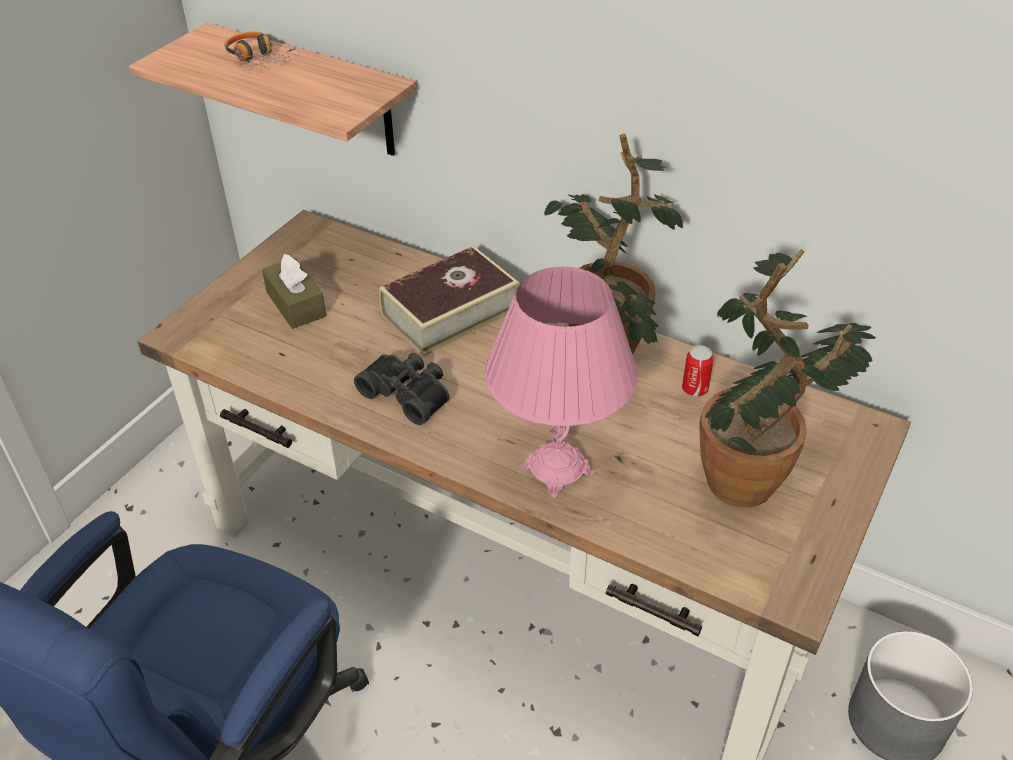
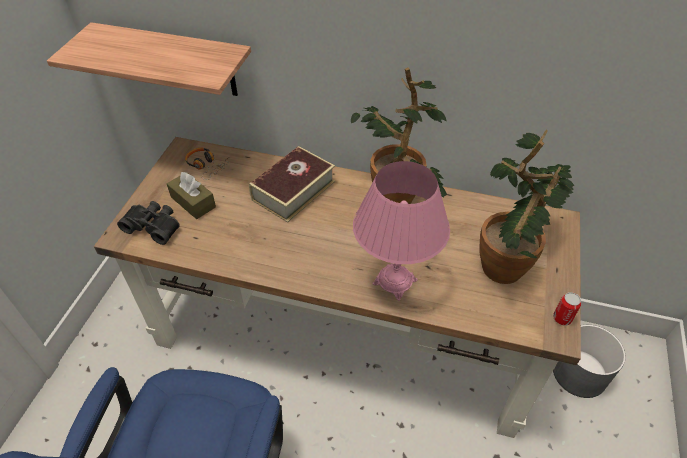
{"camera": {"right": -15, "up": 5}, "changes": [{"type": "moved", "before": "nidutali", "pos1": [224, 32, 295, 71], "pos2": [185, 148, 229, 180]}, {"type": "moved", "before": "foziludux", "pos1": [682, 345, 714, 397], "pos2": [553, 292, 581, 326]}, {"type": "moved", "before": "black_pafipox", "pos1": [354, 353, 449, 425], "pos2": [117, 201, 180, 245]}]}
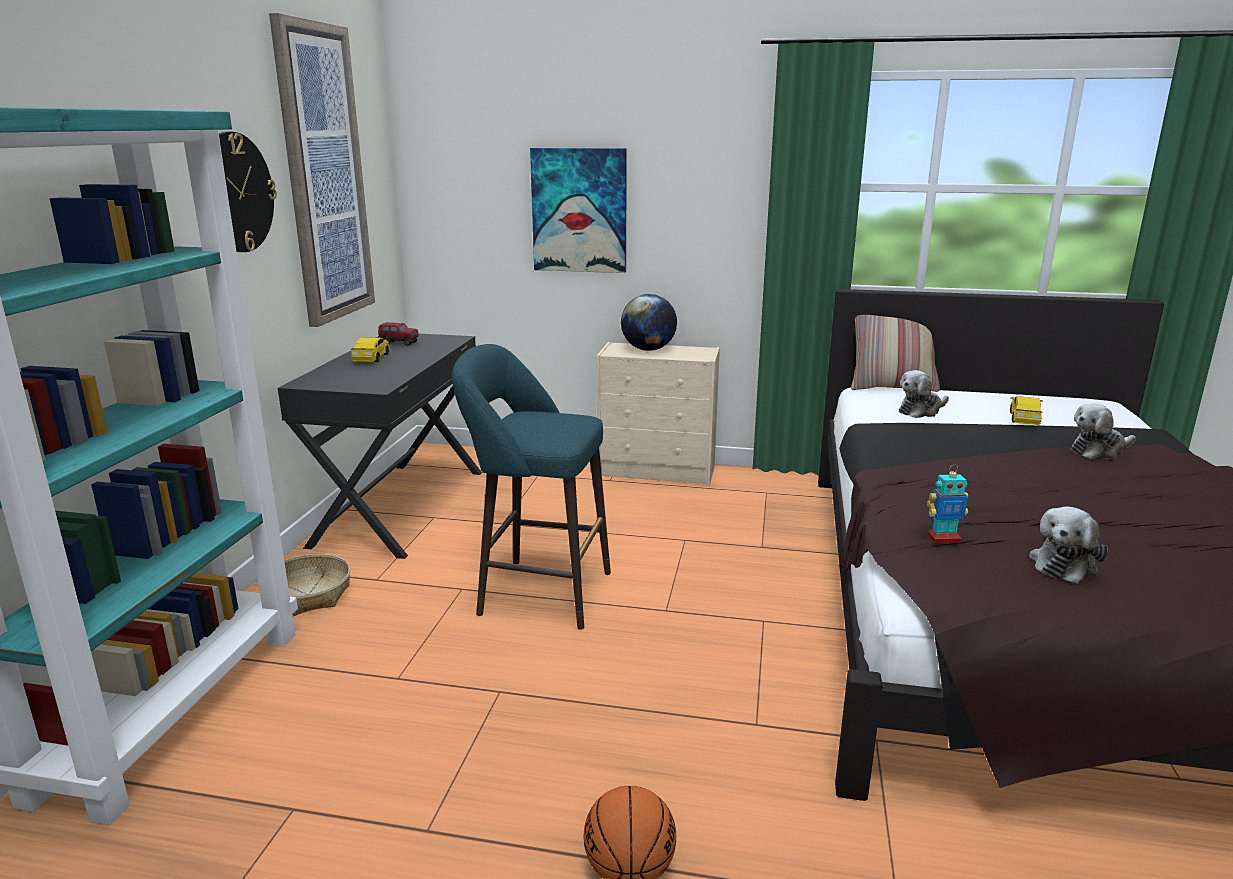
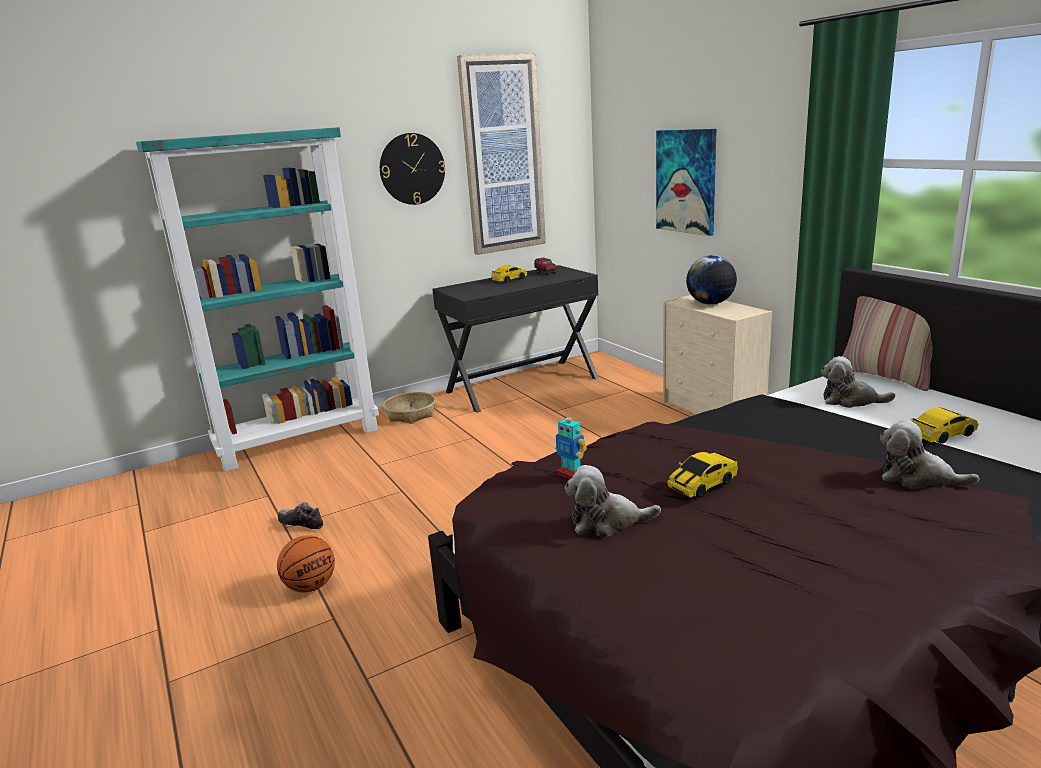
{"camera": {"right": 50, "up": 0}, "changes": [{"type": "removed", "before": "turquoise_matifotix", "pos1": [452, 344, 611, 630]}, {"type": "added", "after": "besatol", "pos2": [667, 451, 738, 498]}, {"type": "added", "after": "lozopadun", "pos2": [278, 502, 323, 529]}]}
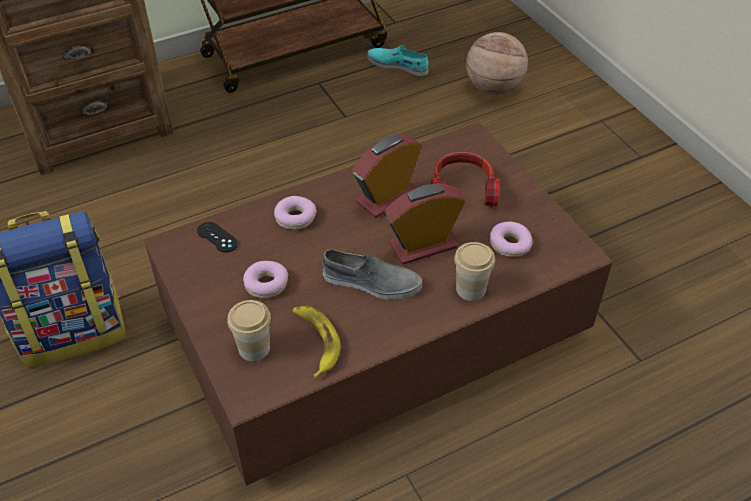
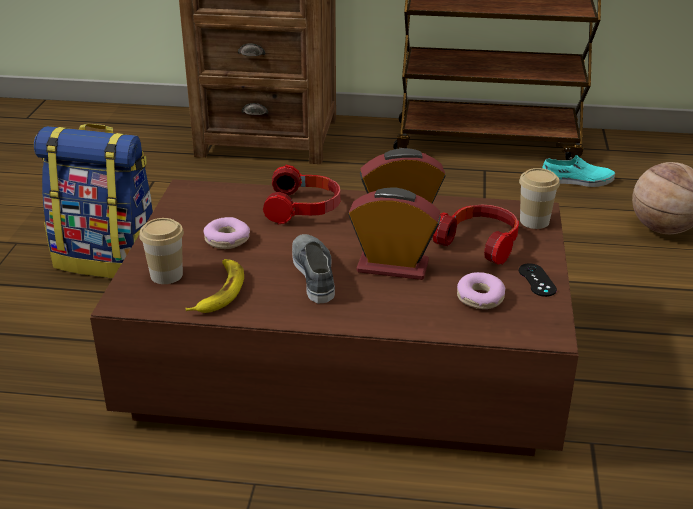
{"camera": {"right": 35, "up": -15}, "changes": [{"type": "turned", "before": "turquoise_lozopadun", "pos1": [367, 45, 429, 76], "pos2": [543, 155, 615, 187], "turn": 120}, {"type": "replaced", "before": "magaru", "after": "nidutali", "pos1": [274, 196, 317, 230], "pos2": [263, 164, 340, 224]}, {"type": "moved", "before": "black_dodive", "pos1": [197, 222, 238, 252], "pos2": [519, 263, 557, 297]}, {"type": "moved", "before": "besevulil", "pos1": [454, 242, 495, 301], "pos2": [519, 168, 560, 229]}, {"type": "turned", "before": "grey_lozopadun", "pos1": [322, 250, 422, 300], "pos2": [292, 234, 335, 303], "turn": -150}]}
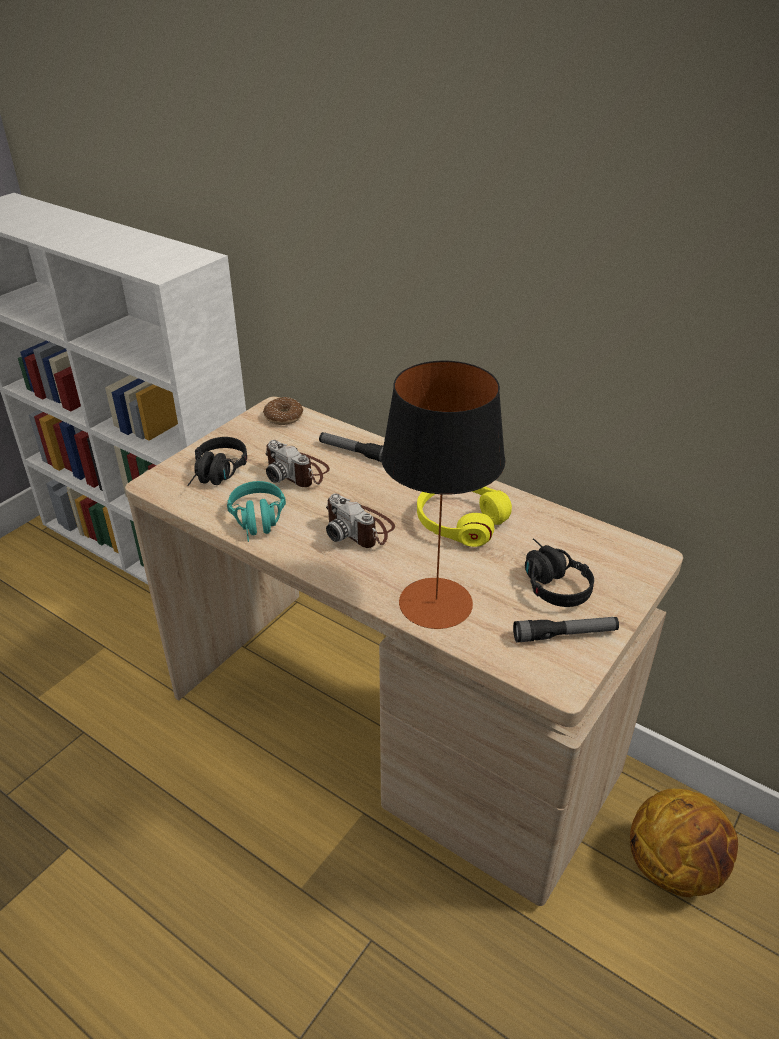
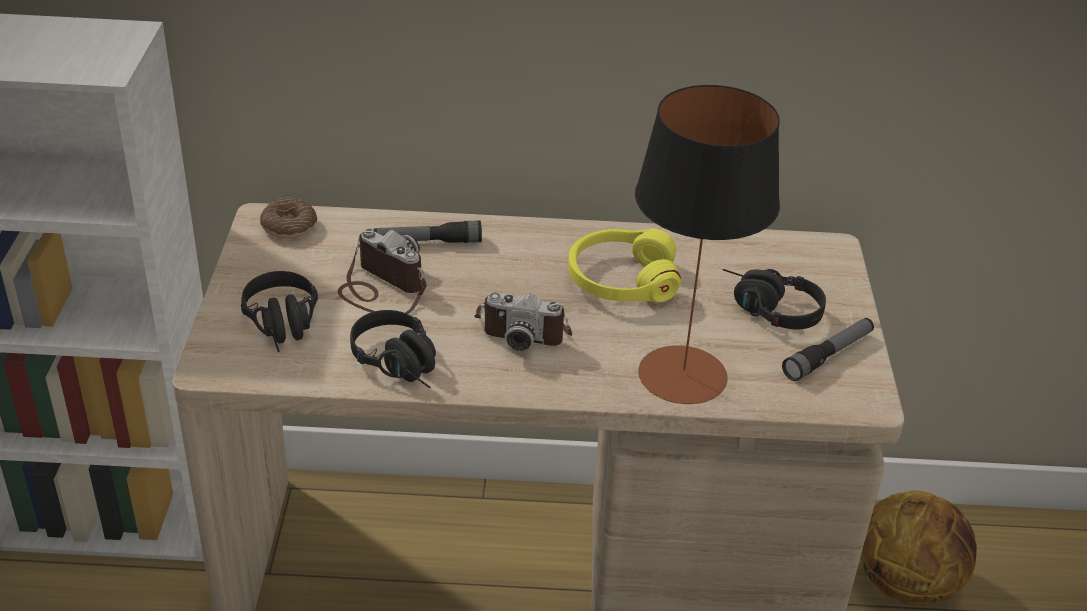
{"camera": {"right": -35, "up": 0}, "changes": [{"type": "turned", "before": "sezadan", "pos1": [265, 440, 330, 487], "pos2": [337, 229, 427, 314], "turn": -150}, {"type": "recoloured", "before": "turquoise_nidutali", "after": "black_nidutali", "pos1": [227, 481, 286, 542], "pos2": [350, 310, 436, 388]}]}
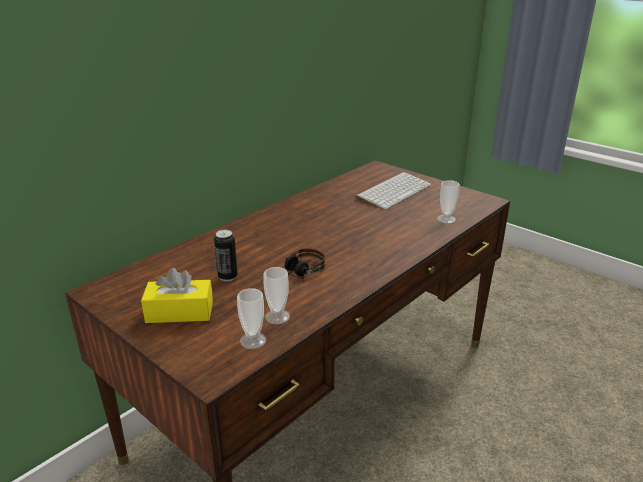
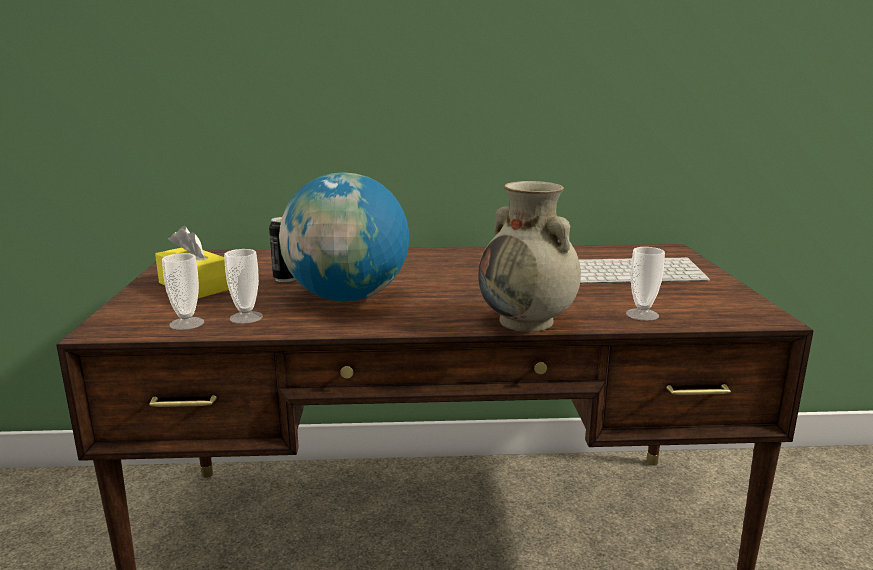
{"camera": {"right": 45, "up": -10}, "changes": [{"type": "replaced", "before": "nidutali", "after": "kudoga", "pos1": [285, 248, 325, 278], "pos2": [279, 172, 409, 302]}, {"type": "added", "after": "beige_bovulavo", "pos2": [478, 181, 581, 332]}]}
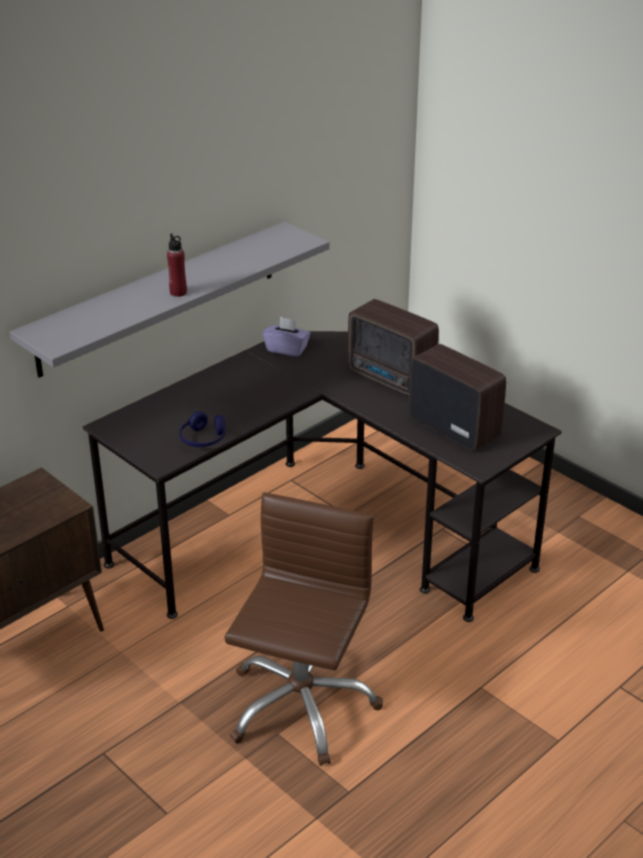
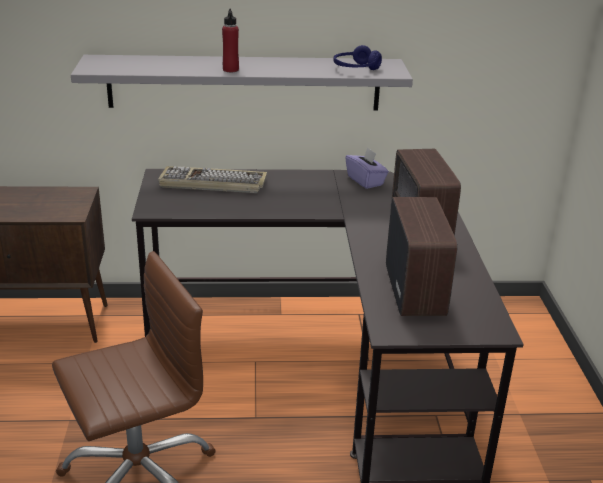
{"camera": {"right": 40, "up": -5}, "changes": [{"type": "moved", "before": "blue_nidutali", "pos1": [179, 411, 226, 447], "pos2": [333, 45, 382, 70]}, {"type": "added", "after": "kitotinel", "pos2": [158, 166, 267, 193]}]}
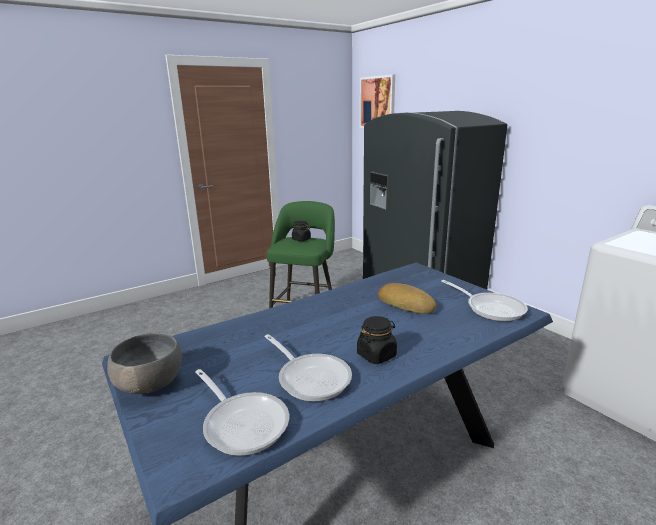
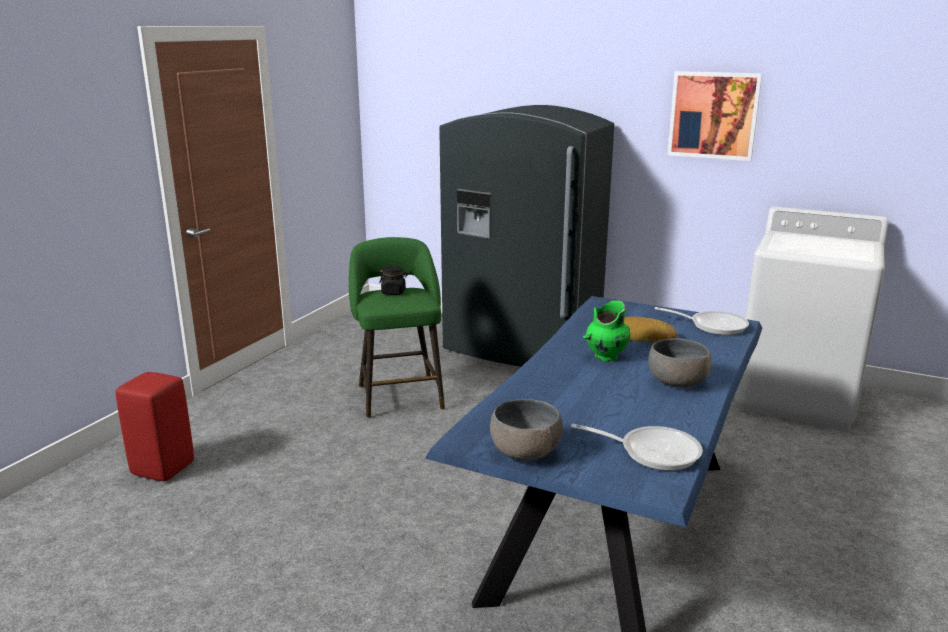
{"camera": {"right": -30, "up": 0}, "changes": [{"type": "moved", "before": "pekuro", "pos1": [359, 74, 395, 128], "pos2": [667, 71, 763, 161]}, {"type": "replaced", "before": "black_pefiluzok", "after": "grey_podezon", "pos1": [357, 316, 397, 364], "pos2": [648, 338, 712, 388]}, {"type": "removed", "before": "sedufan", "pos1": [264, 334, 352, 402]}, {"type": "added", "after": "green_bovulavo", "pos2": [583, 300, 630, 361]}, {"type": "added", "after": "red_matifotix", "pos2": [116, 372, 194, 481]}]}
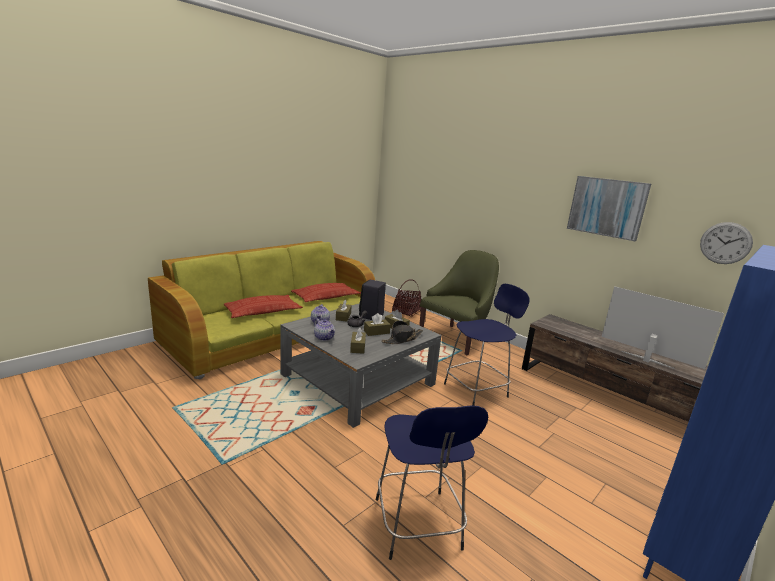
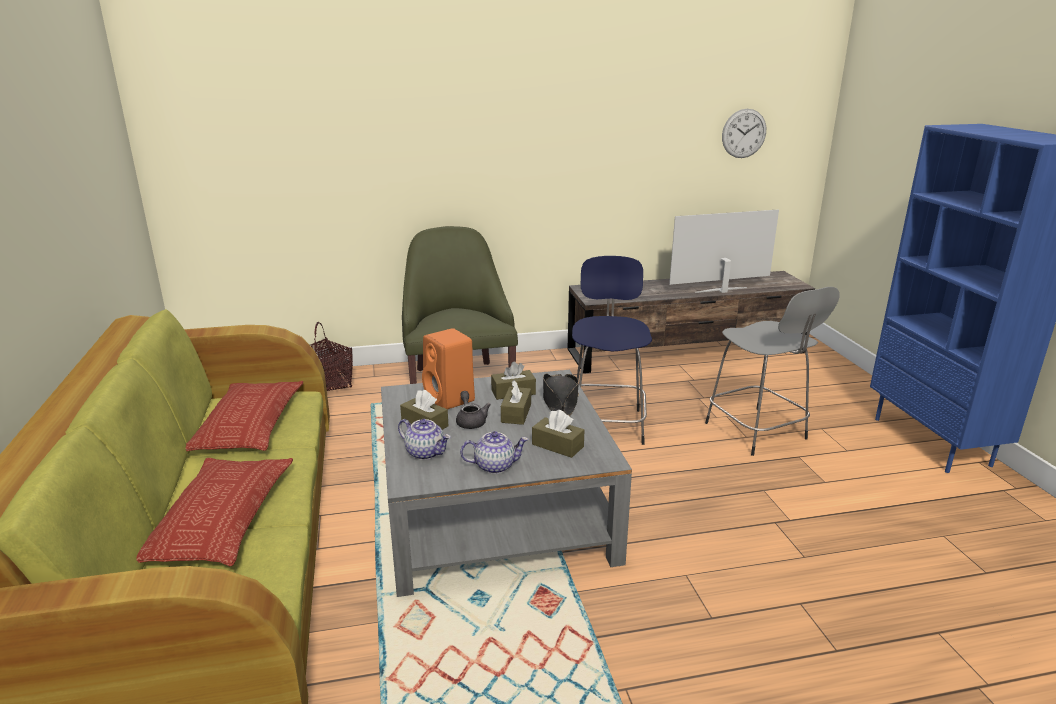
{"camera": {"right": -55, "up": 5}, "changes": [{"type": "removed", "before": "pekuro", "pos1": [567, 176, 651, 241]}, {"type": "recoloured", "before": "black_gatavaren", "after": "orange_gatavaren", "pos1": [359, 280, 386, 320], "pos2": [422, 328, 475, 409]}, {"type": "removed", "before": "blue_matifotix", "pos1": [376, 406, 488, 560]}, {"type": "added", "after": "grey_matifotix", "pos2": [705, 287, 840, 456]}]}
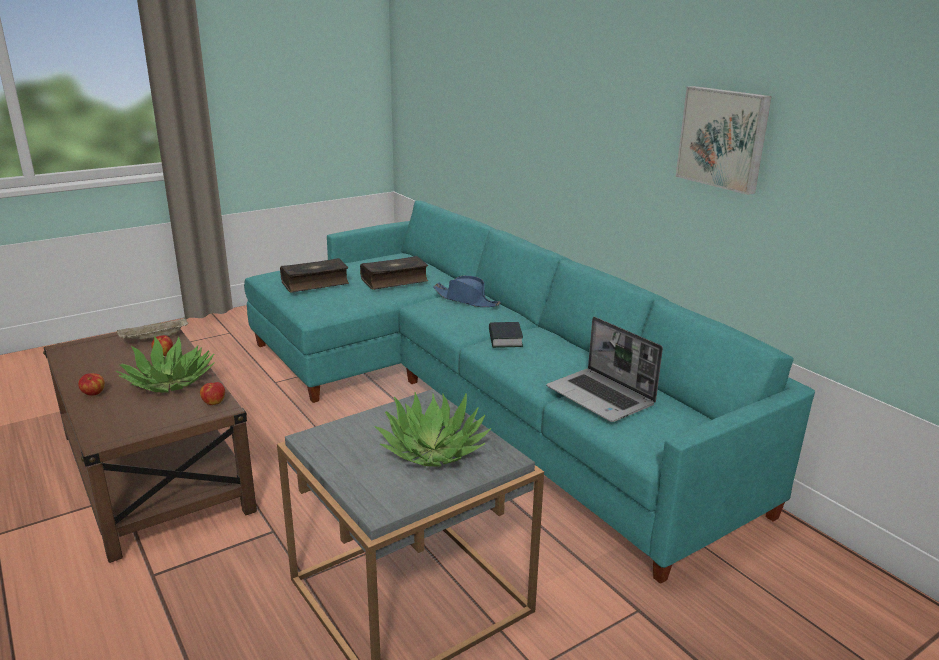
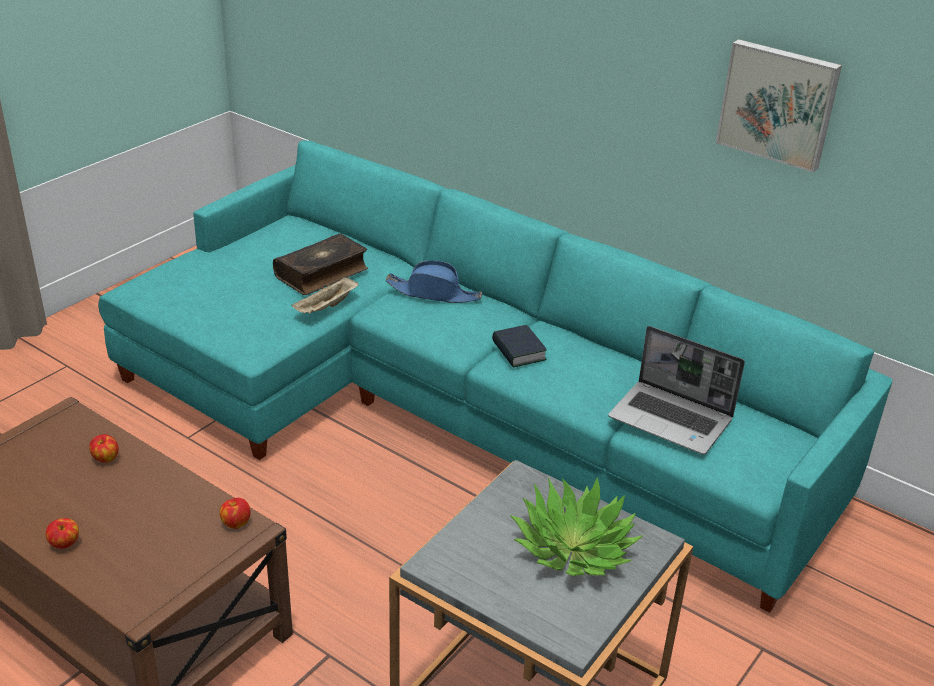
{"camera": {"right": -20, "up": 10}, "changes": [{"type": "removed", "before": "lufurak", "pos1": [280, 258, 349, 293]}, {"type": "moved", "before": "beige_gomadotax", "pos1": [117, 317, 188, 339], "pos2": [292, 276, 359, 314]}, {"type": "removed", "before": "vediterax", "pos1": [116, 336, 215, 393]}]}
